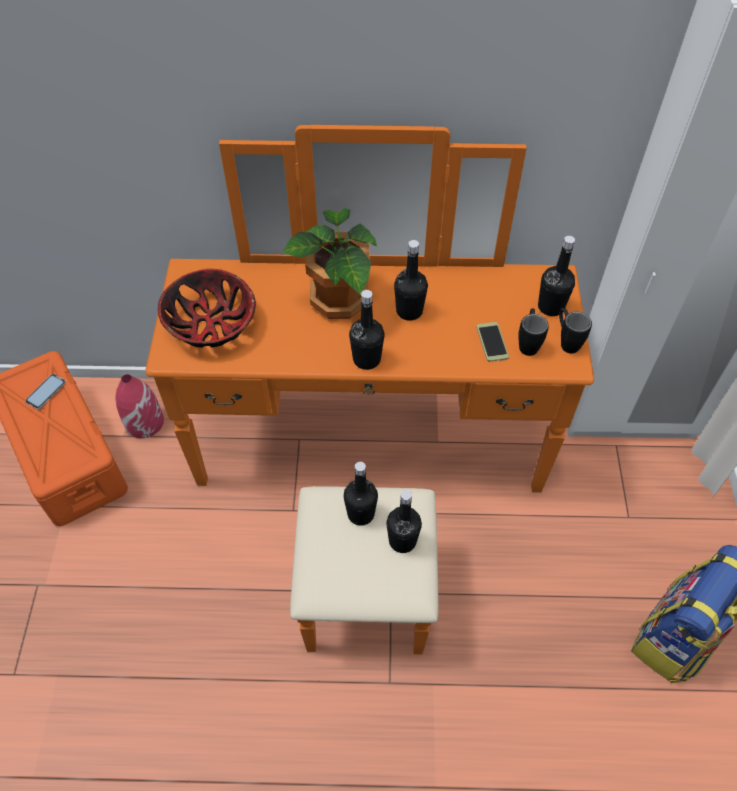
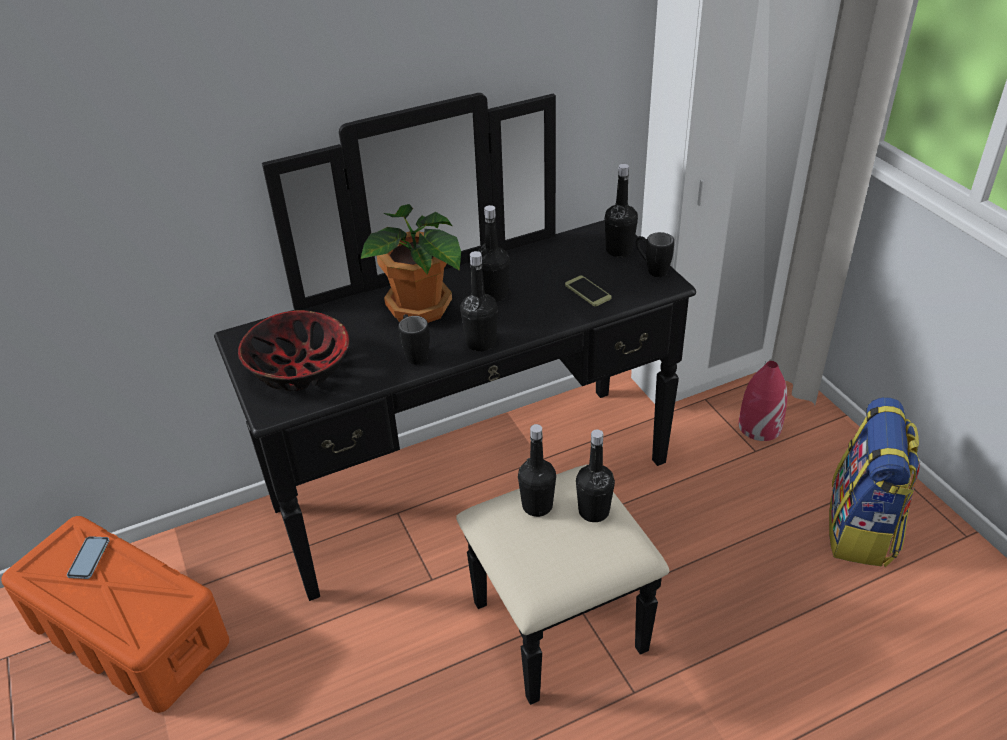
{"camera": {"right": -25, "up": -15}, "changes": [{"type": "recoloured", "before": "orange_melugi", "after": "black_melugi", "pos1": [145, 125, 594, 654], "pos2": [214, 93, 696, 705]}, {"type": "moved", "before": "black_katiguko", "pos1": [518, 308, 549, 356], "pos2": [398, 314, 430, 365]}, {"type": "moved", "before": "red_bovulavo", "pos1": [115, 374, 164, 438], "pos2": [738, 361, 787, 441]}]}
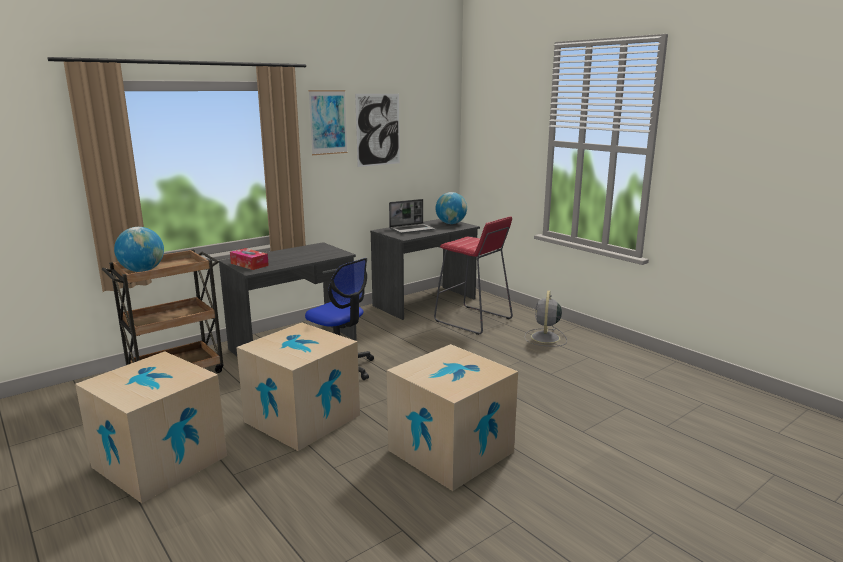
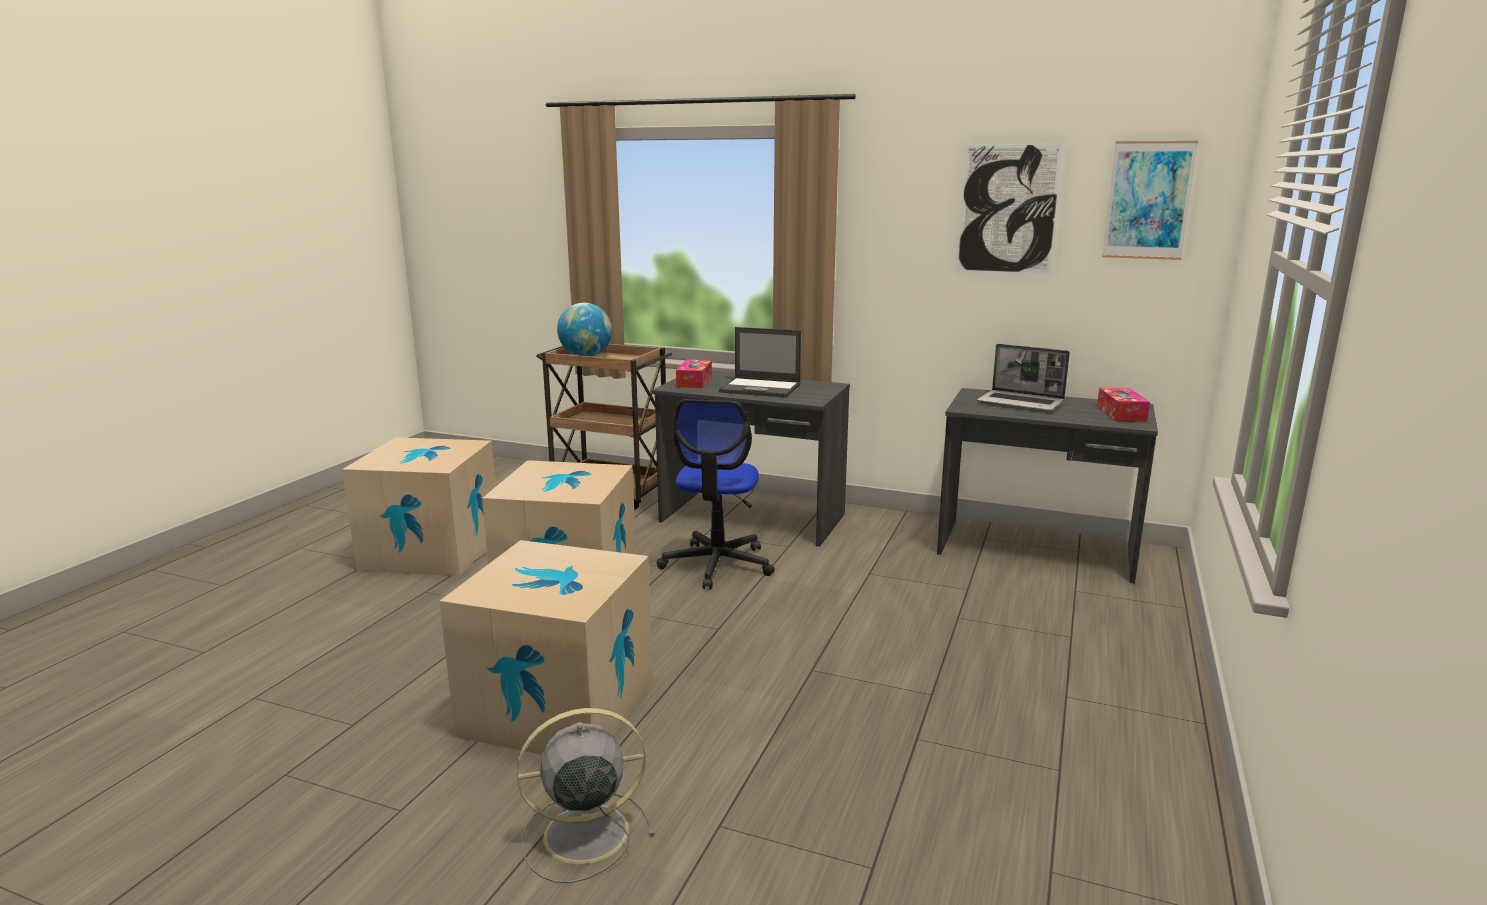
{"camera": {"right": 60, "up": 0}, "changes": [{"type": "moved", "before": "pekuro", "pos1": [308, 90, 348, 155], "pos2": [1102, 141, 1198, 260]}, {"type": "replaced", "before": "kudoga", "after": "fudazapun", "pos1": [436, 192, 467, 224], "pos2": [1097, 388, 1150, 422]}, {"type": "removed", "before": "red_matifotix", "pos1": [434, 216, 513, 335]}, {"type": "moved", "before": "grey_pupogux", "pos1": [525, 290, 567, 346], "pos2": [516, 708, 655, 883]}, {"type": "added", "after": "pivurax", "pos2": [719, 327, 801, 398]}]}
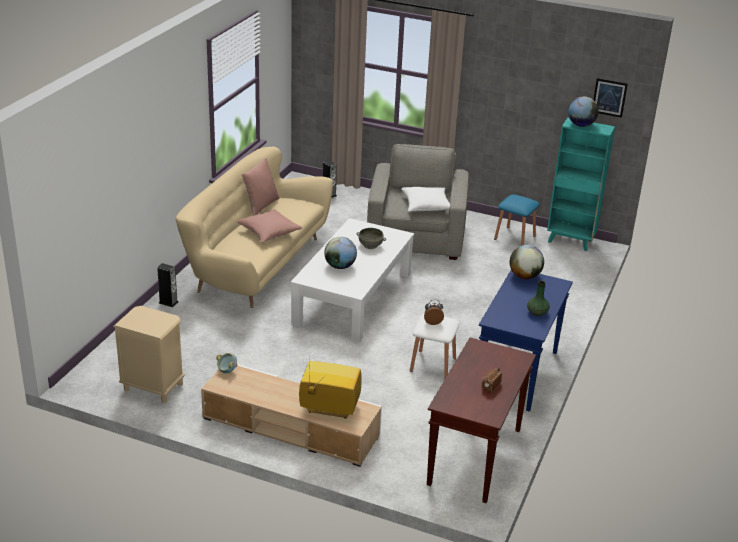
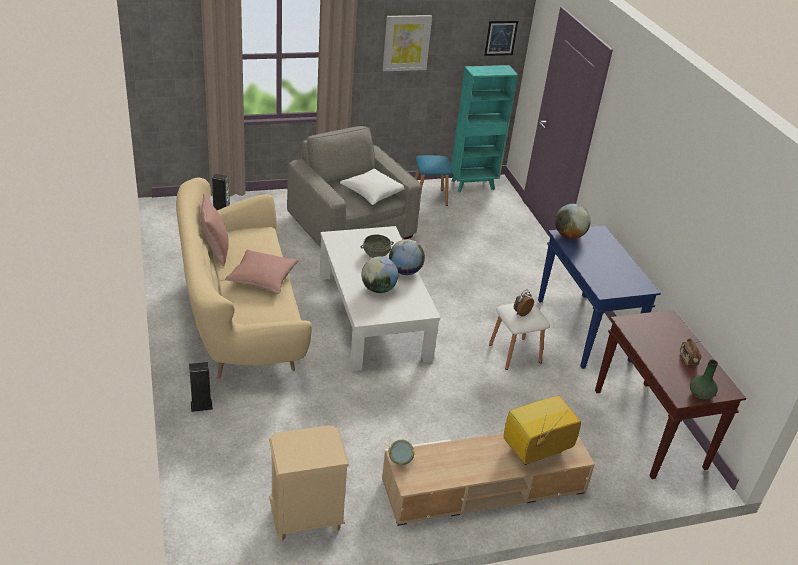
{"camera": {"right": -40, "up": 5}, "changes": [{"type": "moved", "before": "kudoga", "pos1": [568, 97, 599, 127], "pos2": [389, 239, 425, 275]}, {"type": "moved", "before": "green_bovulavo", "pos1": [527, 281, 550, 316], "pos2": [690, 359, 718, 400]}, {"type": "added", "after": "pekuro", "pos2": [383, 15, 432, 71]}]}
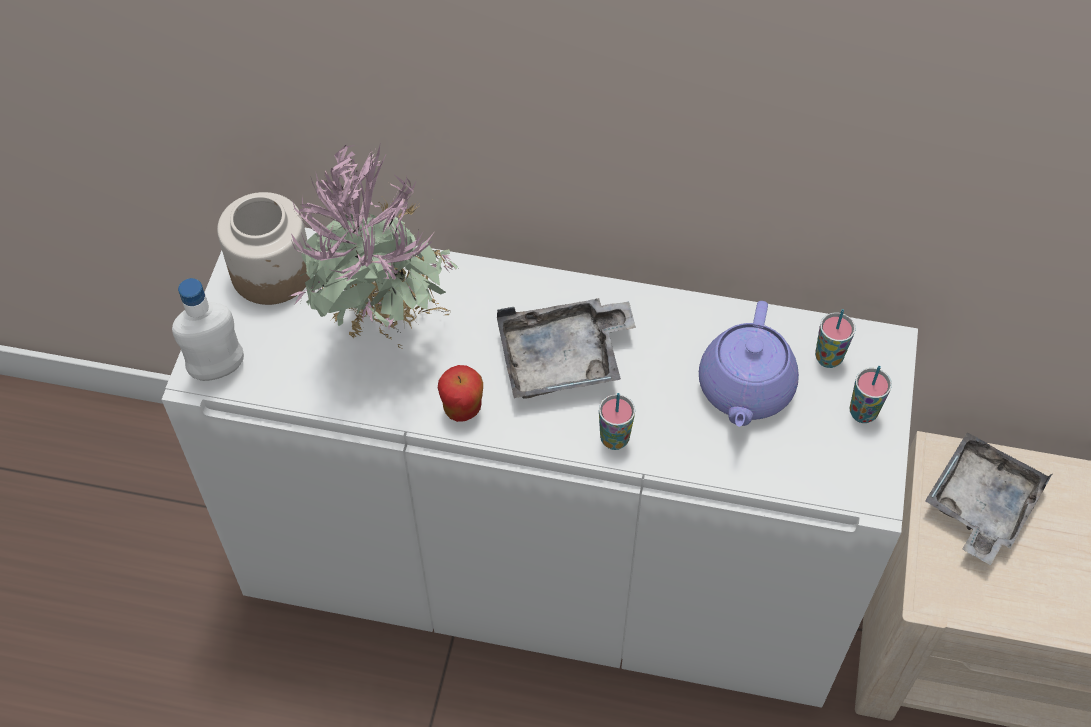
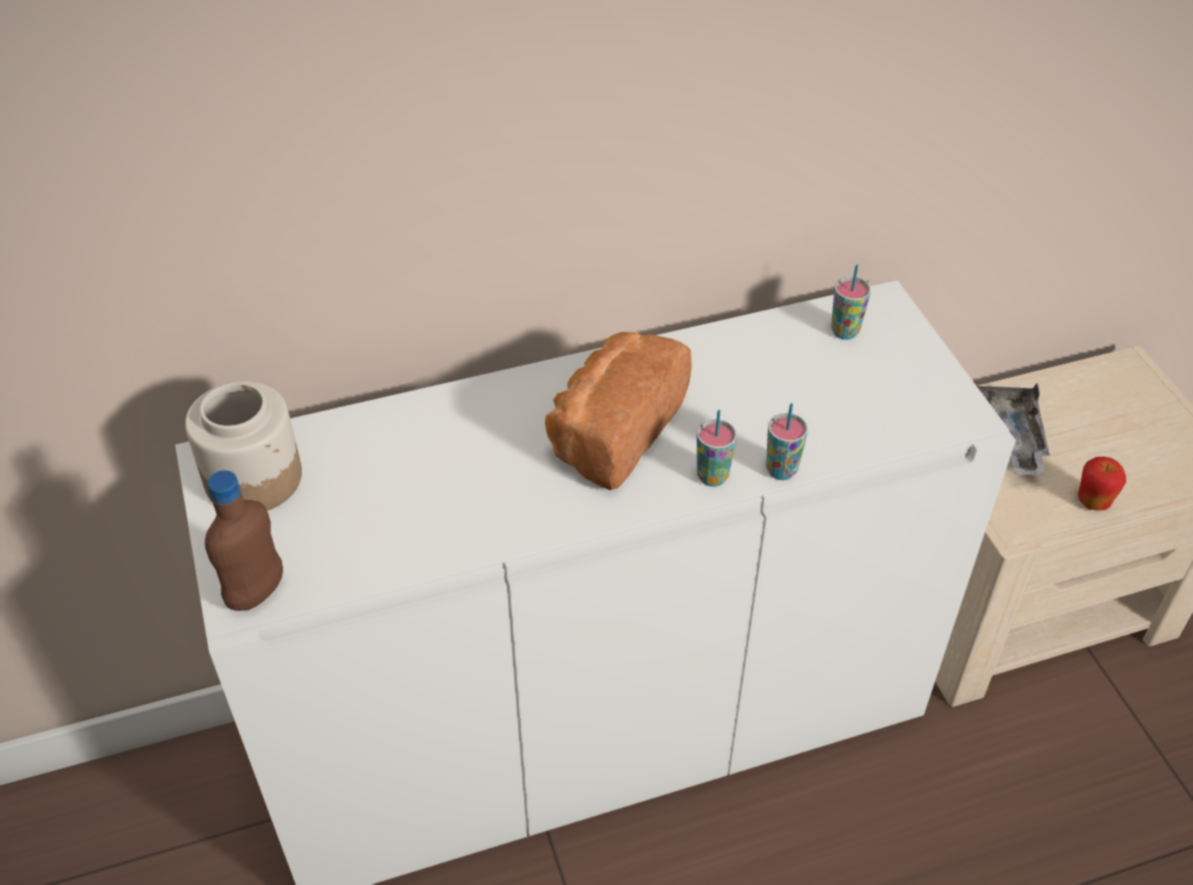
{"camera": {"right": -30, "up": -10}, "changes": [{"type": "removed", "before": "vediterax", "pos1": [290, 143, 458, 349]}, {"type": "recoloured", "before": "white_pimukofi", "after": "brown_pimukofi", "pos1": [172, 278, 244, 381], "pos2": [205, 470, 283, 611]}, {"type": "replaced", "before": "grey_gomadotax", "after": "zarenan", "pos1": [497, 298, 636, 399], "pos2": [545, 332, 692, 490]}, {"type": "removed", "before": "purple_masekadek", "pos1": [699, 301, 799, 427]}, {"type": "moved", "before": "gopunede", "pos1": [438, 365, 483, 422], "pos2": [1078, 457, 1126, 510]}, {"type": "moved", "before": "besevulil", "pos1": [849, 366, 892, 423], "pos2": [766, 403, 808, 480]}]}
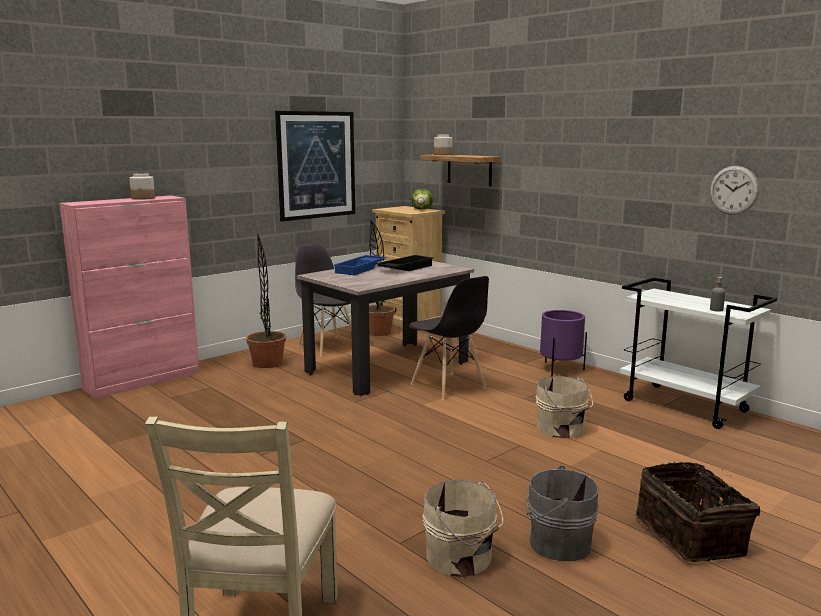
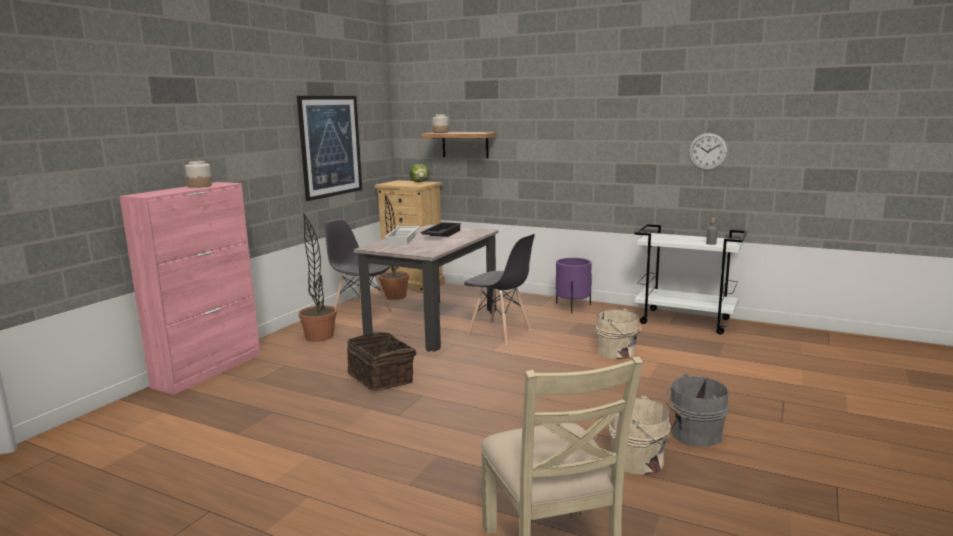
{"camera": {"right": -20, "up": 0}, "changes": [{"type": "recoloured", "before": "blue_gomadotax", "after": "white_gomadotax", "pos1": [333, 255, 386, 275], "pos2": [384, 226, 420, 245]}, {"type": "moved", "before": "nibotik", "pos1": [636, 462, 760, 562], "pos2": [347, 332, 416, 391]}]}
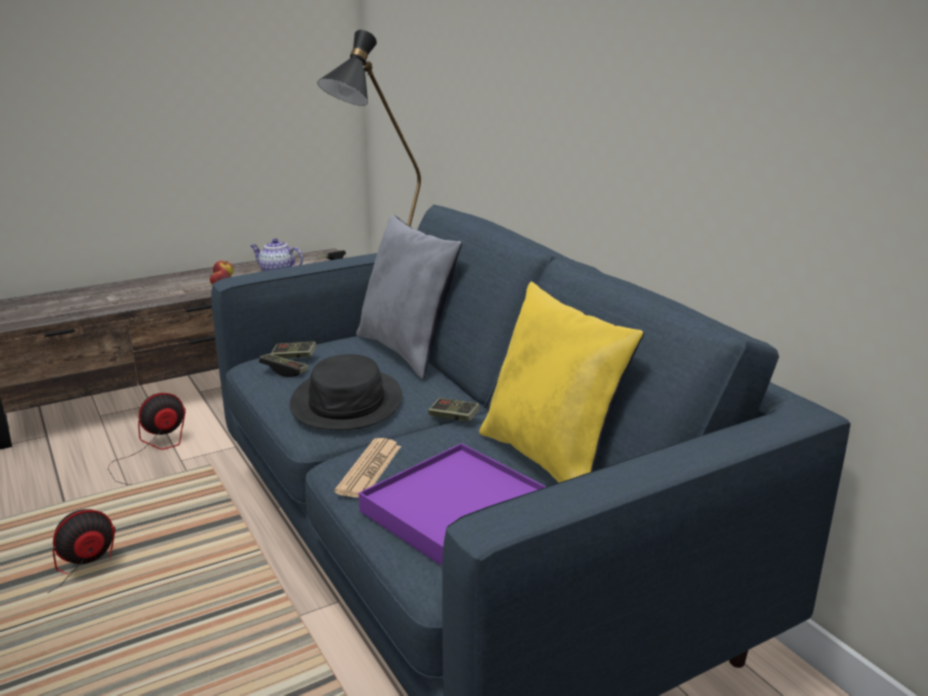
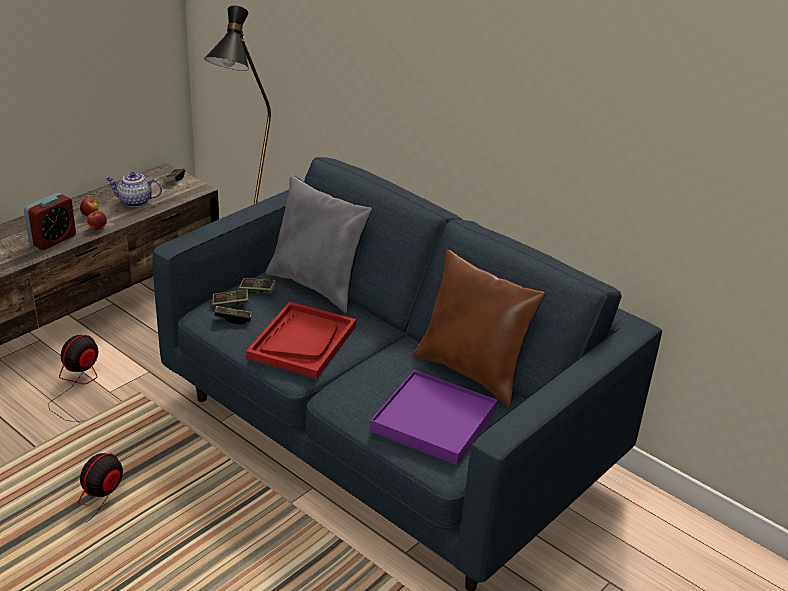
{"camera": {"right": -20, "up": 10}, "changes": [{"type": "recoloured", "before": "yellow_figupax", "after": "brown_figupax", "pos1": [479, 282, 644, 483], "pos2": [413, 249, 545, 407]}, {"type": "replaced", "before": "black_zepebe", "after": "red_gomadotax", "pos1": [290, 354, 402, 430], "pos2": [246, 302, 356, 379]}, {"type": "moved", "before": "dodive", "pos1": [428, 398, 481, 421], "pos2": [239, 278, 276, 293]}, {"type": "removed", "before": "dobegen", "pos1": [334, 438, 401, 497]}, {"type": "added", "after": "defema", "pos2": [24, 193, 76, 250]}]}
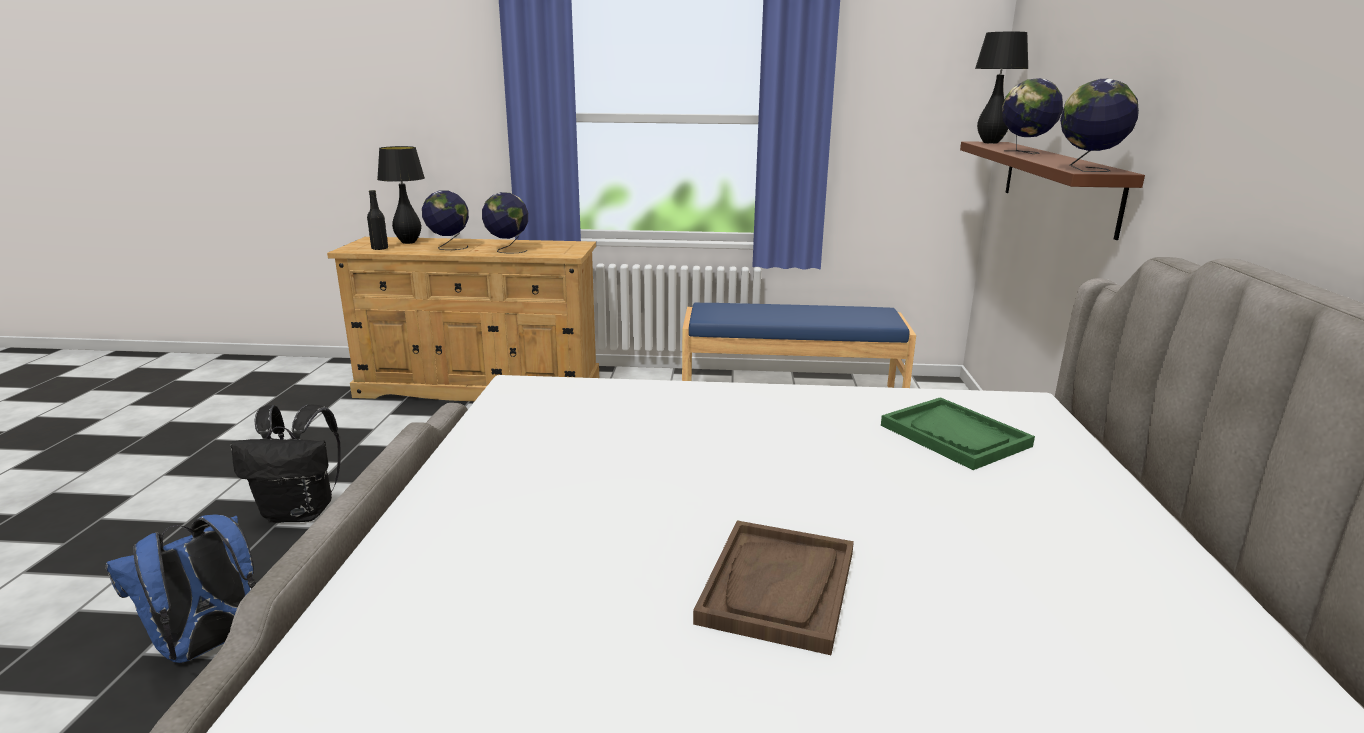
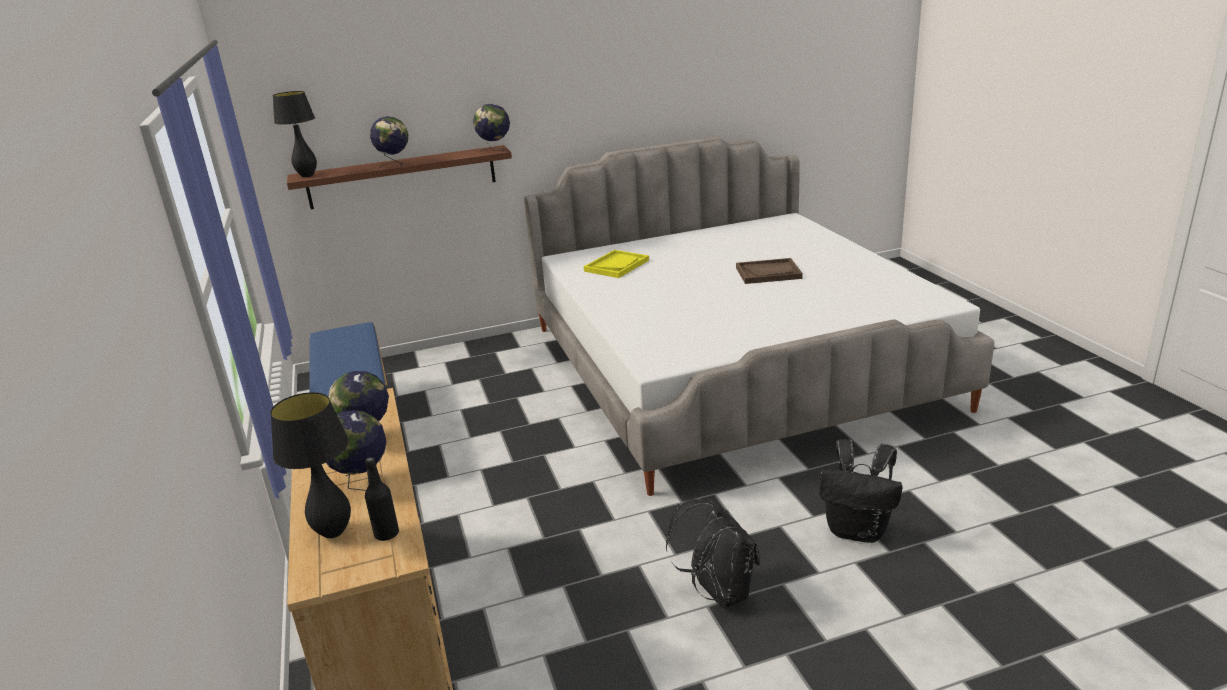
{"camera": {"right": -110, "up": 5}, "changes": [{"type": "recoloured", "before": "green_gomadotax", "after": "yellow_gomadotax", "pos1": [881, 397, 1035, 470], "pos2": [584, 250, 649, 278]}, {"type": "recoloured", "before": "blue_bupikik", "after": "black_bupikik", "pos1": [106, 514, 256, 663], "pos2": [819, 439, 903, 543]}]}
